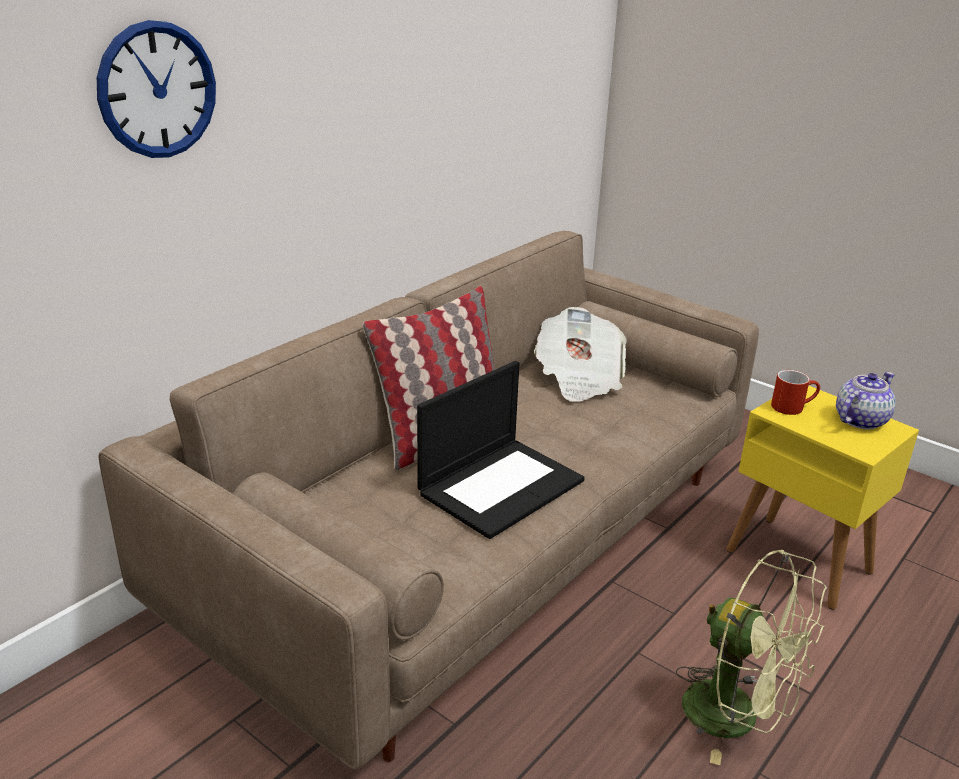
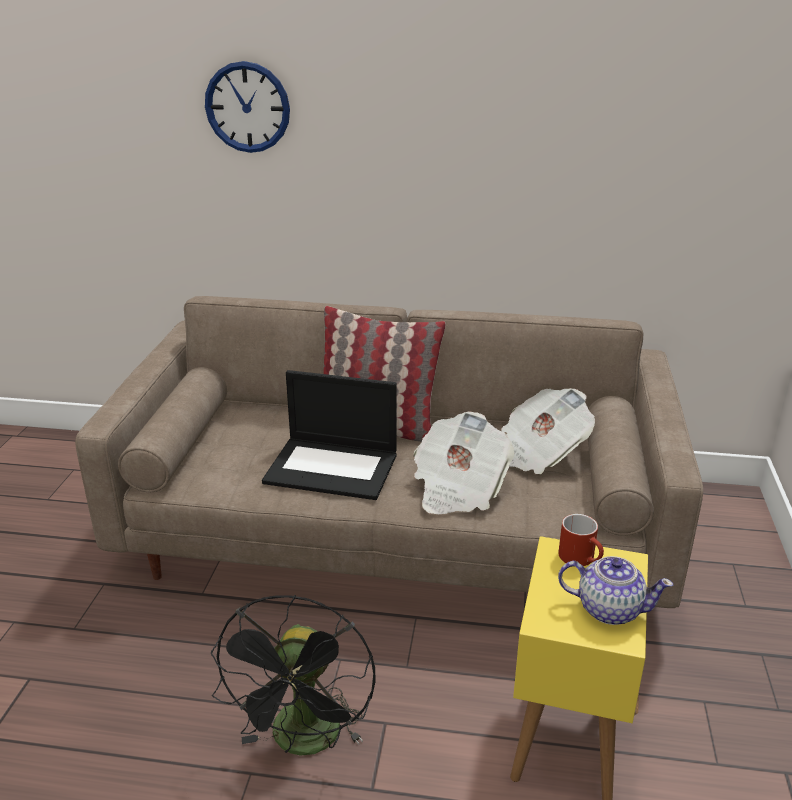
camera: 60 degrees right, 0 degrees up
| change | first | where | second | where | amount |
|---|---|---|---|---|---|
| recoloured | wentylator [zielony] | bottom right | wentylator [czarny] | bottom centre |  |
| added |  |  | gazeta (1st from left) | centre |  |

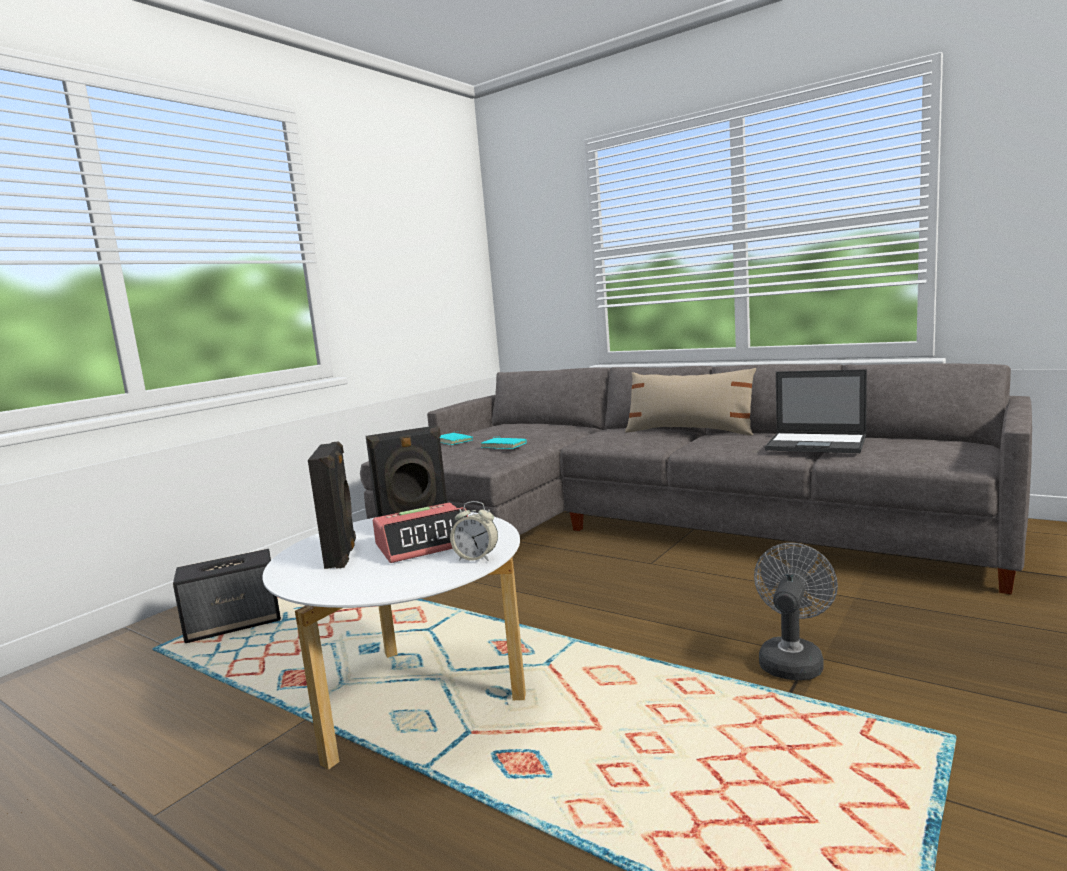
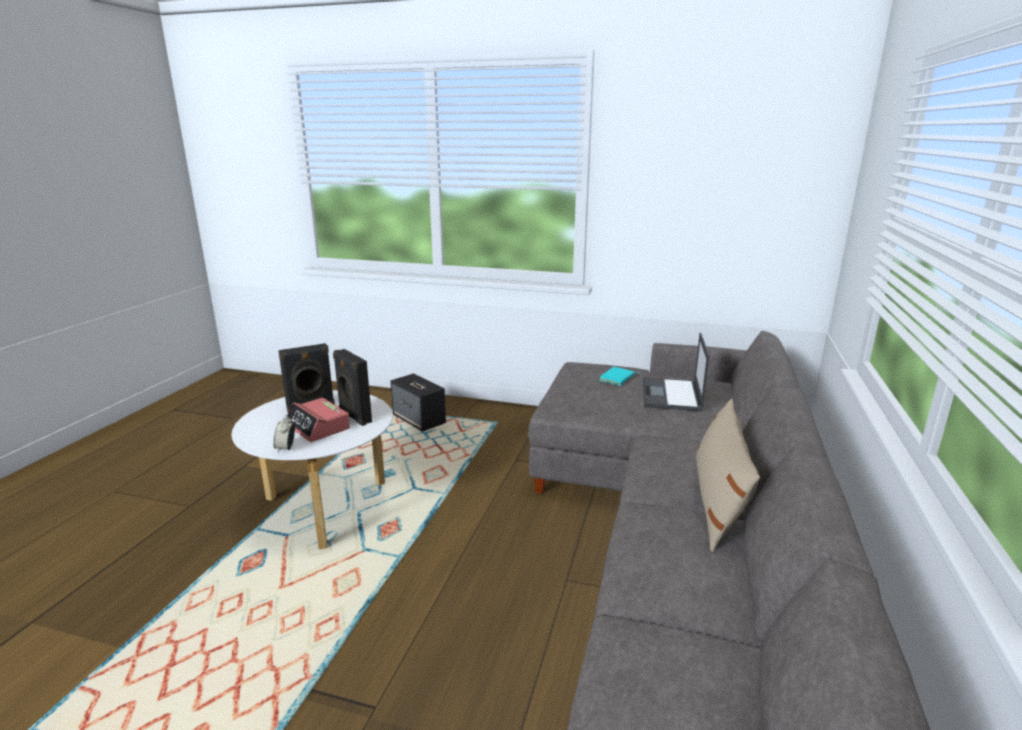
camera: 70 degrees right, 10 degrees up
| change | first | where | second | where | amount |
|---|---|---|---|---|---|
| moved | laptop | middle right |  | centre |  |
| removed | książka [turkusowy] (2nd from left) | centre |  |  |  |
| removed | wentylator [szary] | bottom right |  |  |  |

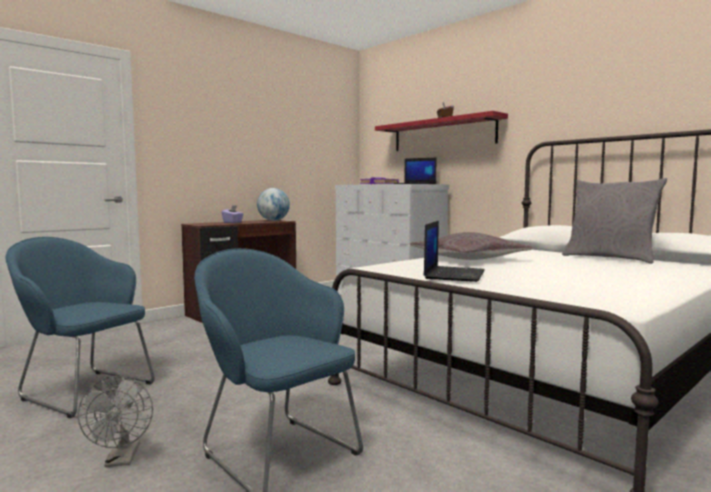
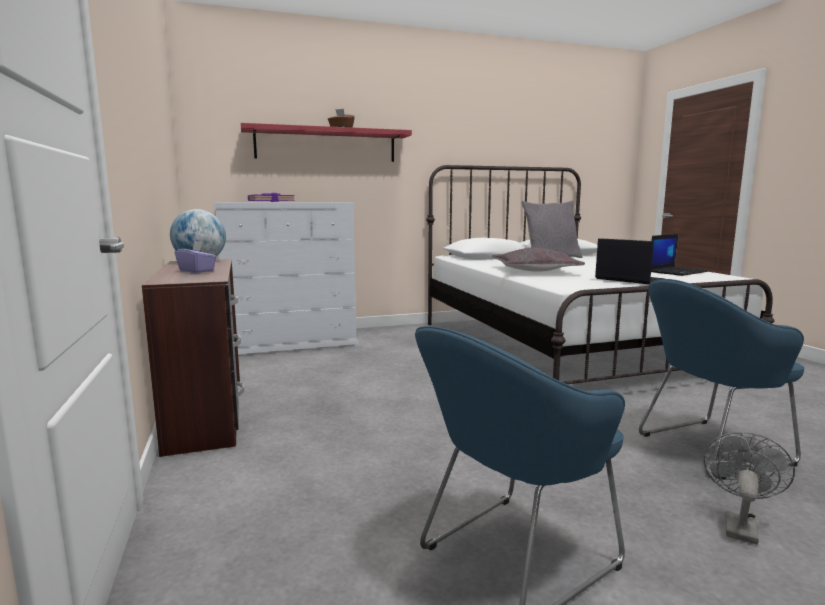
camera: 65 degrees left, 5 degrees up
| change | first | where | second | where | amount |
|---|---|---|---|---|---|
| moved | laptop (1st from left in the first image) | centre | laptop (2nd from left) | middle right |  |
| turned | wentylator [szary] | bottom left |  | bottom right | 75 degrees counterclockwise |

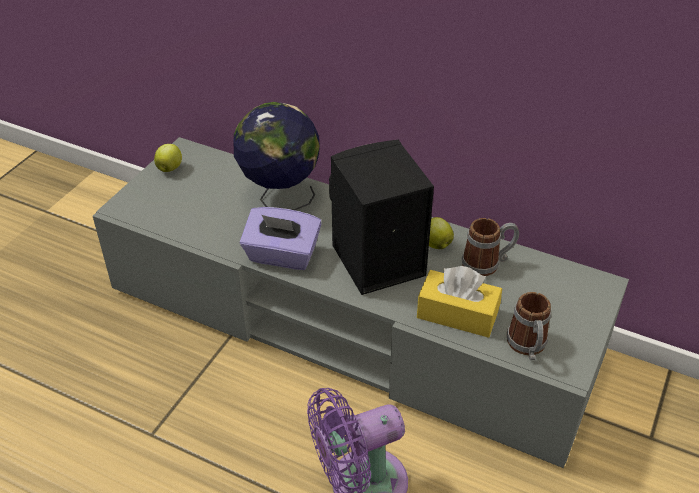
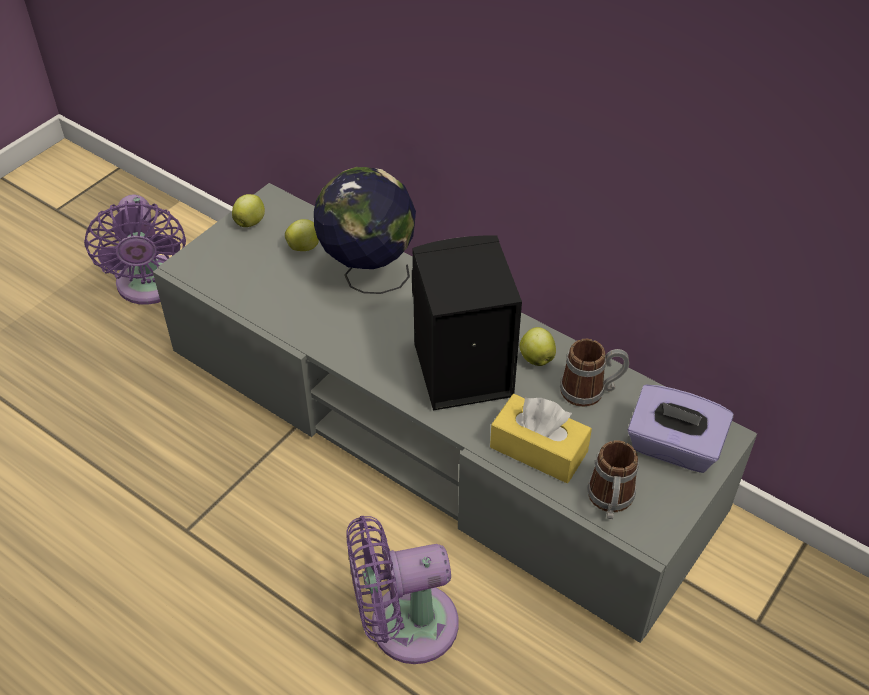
camera: 10 degrees right, 5 degrees up
| change | first | where | second | where | amount |
|---|---|---|---|---|---|
| moved | pudełko chusteczek [fioletowy] | centre |  | middle right |  |
| added |  |  | wentylator [fioletowy] (1st from left) | middle left |  |
| added |  |  | jabłko (2nd from left) | centre |  |

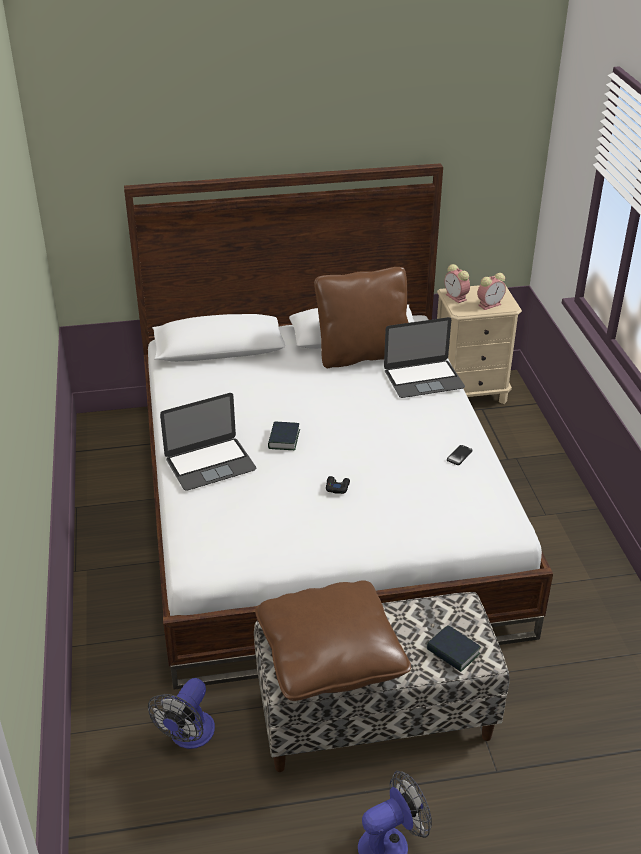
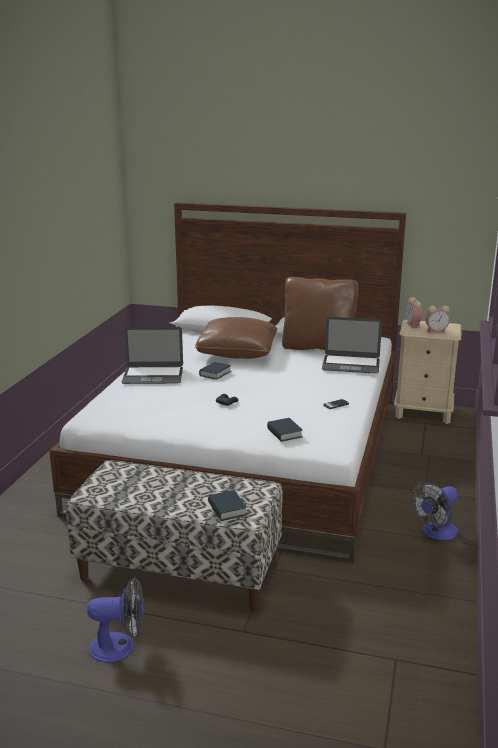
camera: 25 degrees right, 15 degrees down
| change | first | where | second | where | amount |
|---|---|---|---|---|---|
| moved | poduszka [brązowy] (1st from left) | bottom centre |  | centre |  |
| moved | wentylator (1st from left in the first image) | bottom left | wentylator (2nd from left) | bottom right |  |
| added |  |  | książka (3rd from left) | centre |  |

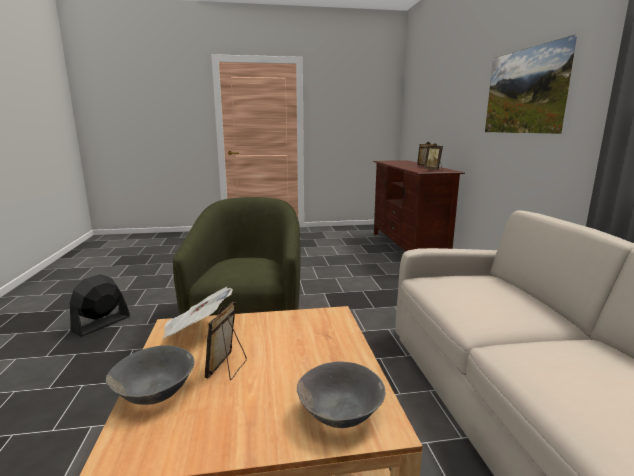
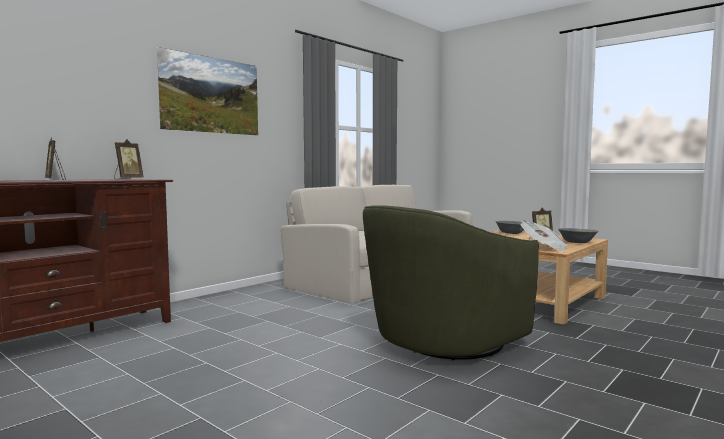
camera: 130 degrees left, 10 degrees down
| change | first | where | second | where | amount |
|---|---|---|---|---|---|
| removed | wentylator [czarny] | middle left |  |  |  |

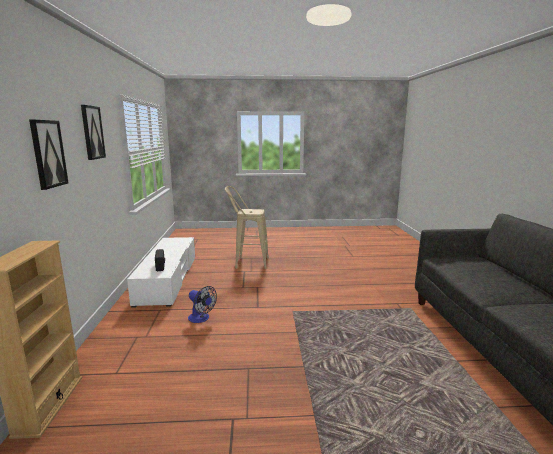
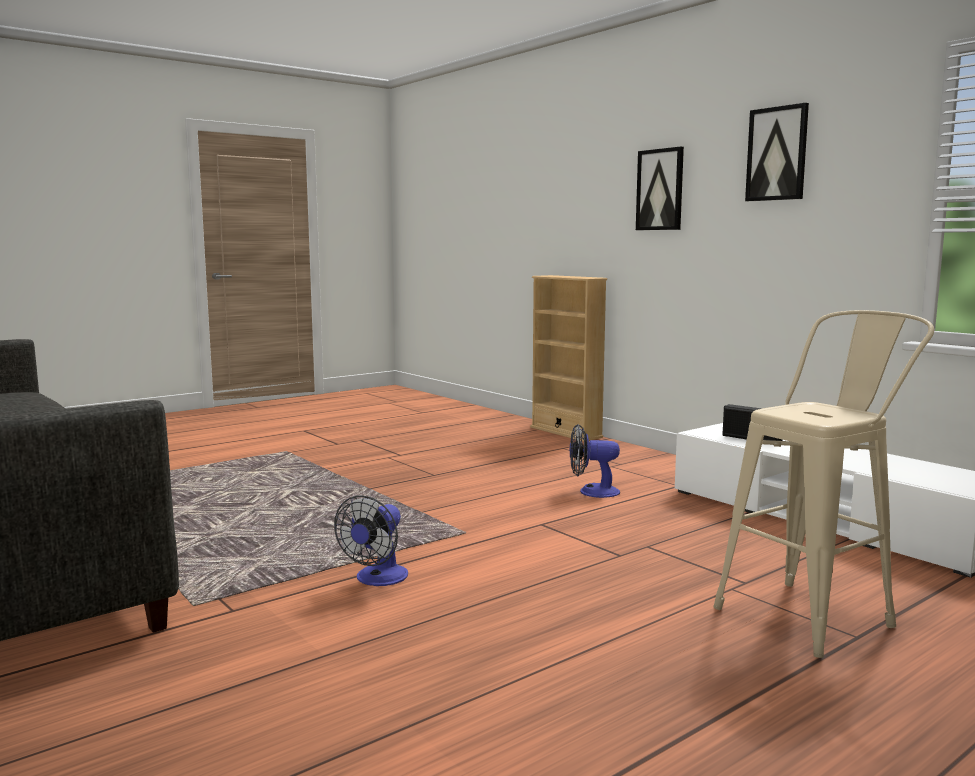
camera: 145 degrees right, 5 degrees down
| change | first | where | second | where | amount |
|---|---|---|---|---|---|
| added |  |  | wentylator (1st from left) | bottom centre |  |

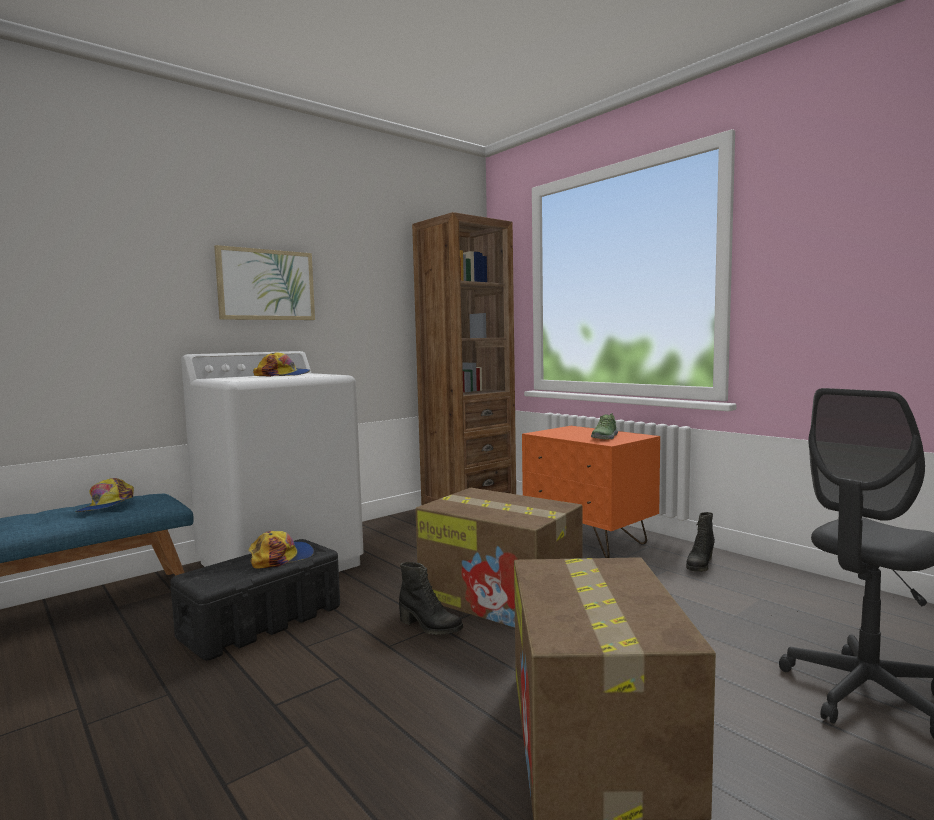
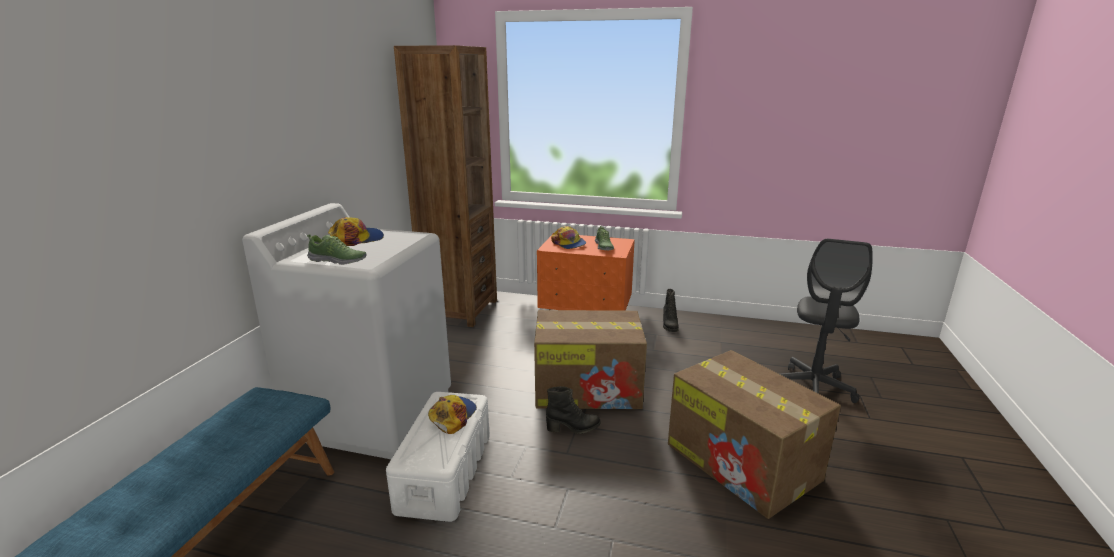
camera: 35 degrees left, 15 degrees up
| change | first | where | second | where | amount |
|---|---|---|---|---|---|
| removed | obraz | middle left |  |  |  |
| moved | czapka z daszkiem (1st from left in the first image) | middle left | czapka z daszkiem (3rd from left) | centre |  |
| recoloured | pojemnik do przechowywania [czarny] | bottom left | pojemnik do przechowywania [biały] | bottom centre |  |
| added |  |  | but (1st from left) | middle left |  |

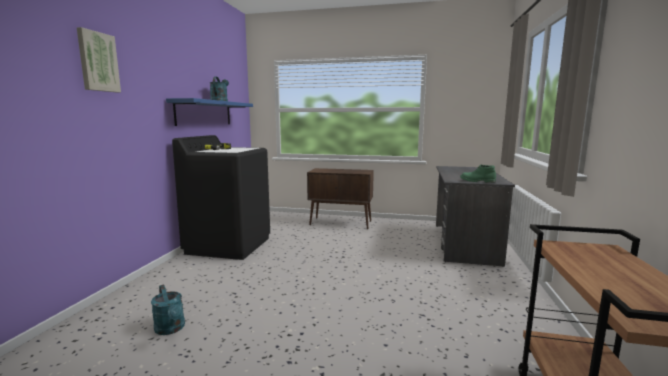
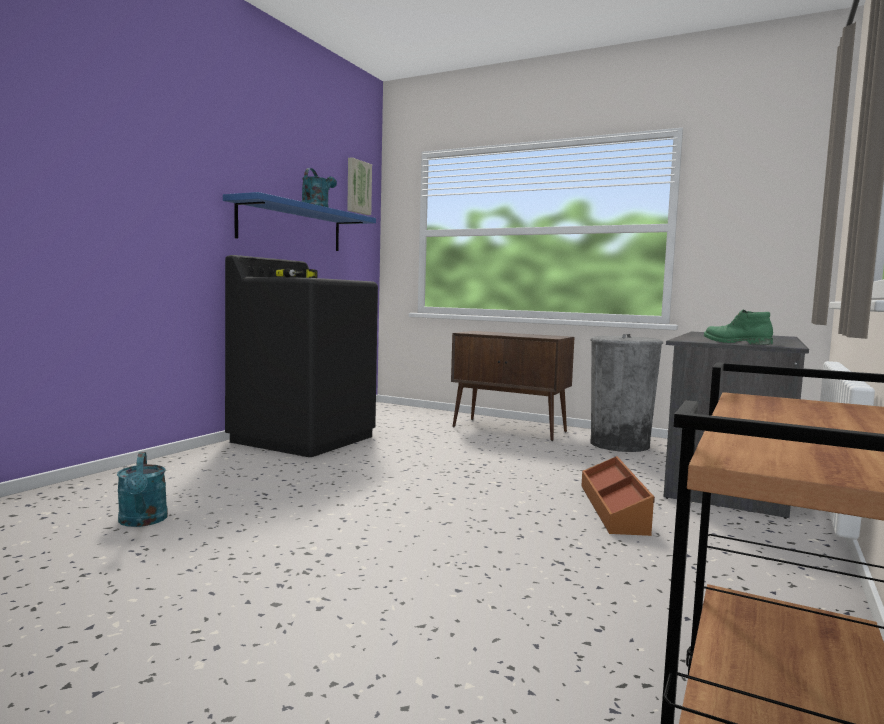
camera: 15 degrees right, 5 degrees down
| change | first | where | second | where | amount |
|---|---|---|---|---|---|
| moved | obraz | top left |  | top centre |  |
| added |  |  | kosz na śmieci [szary] | middle right |  |
| added |  |  | pojemnik do przechowywania [brązowy] | bottom right |  |

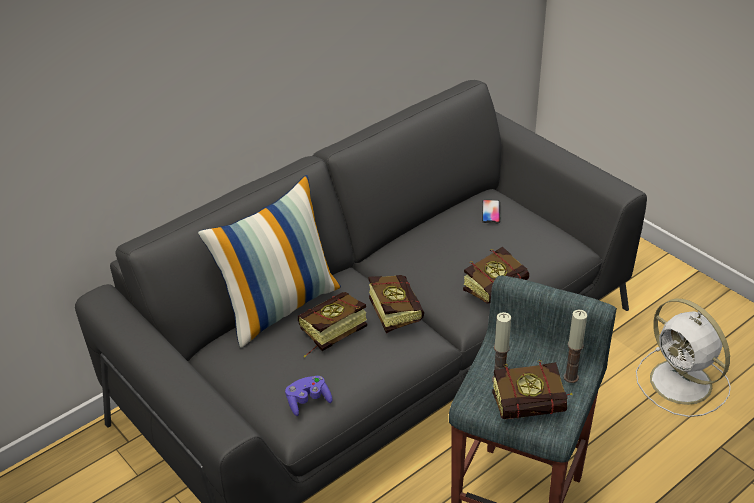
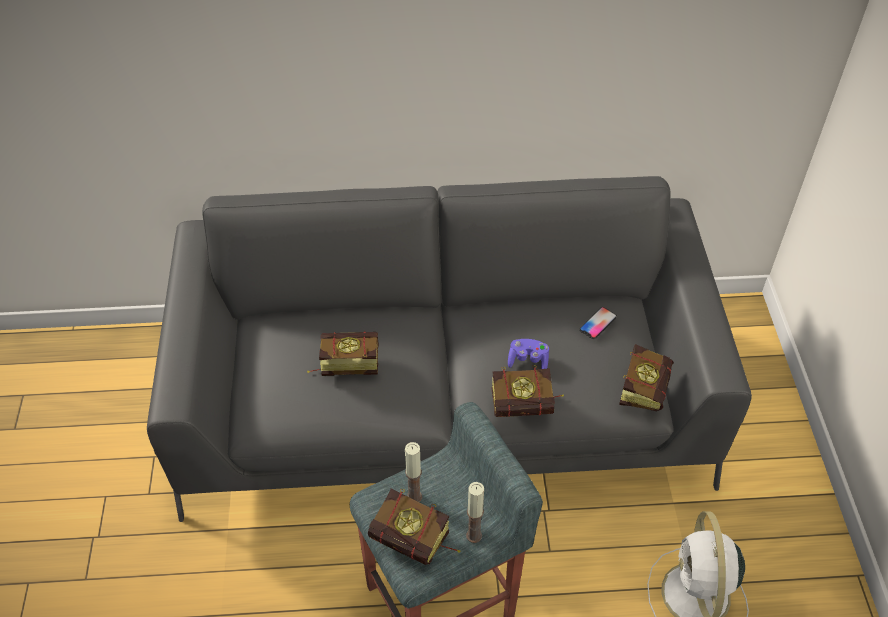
camera: 35 degrees right, 10 degrees up
| change | first | where | second | where | amount |
|---|---|---|---|---|---|
| removed | poduszka | centre |  |  |  |
| moved | książka (2nd from left in the first image) | centre | książka (4th from left) | middle right |  |
| moved | pad do gier [fioletowy] | bottom centre |  | centre |  |

